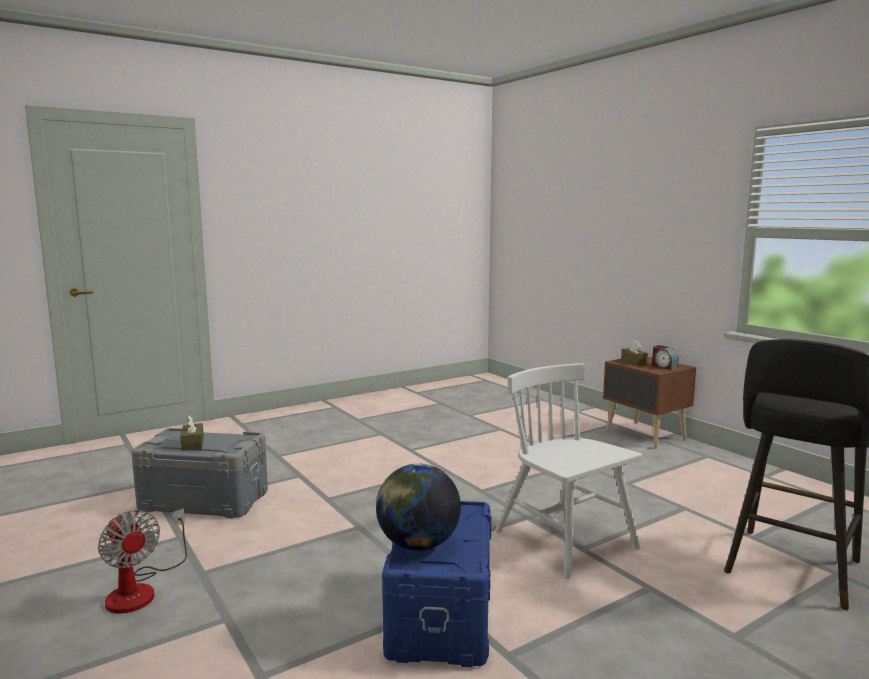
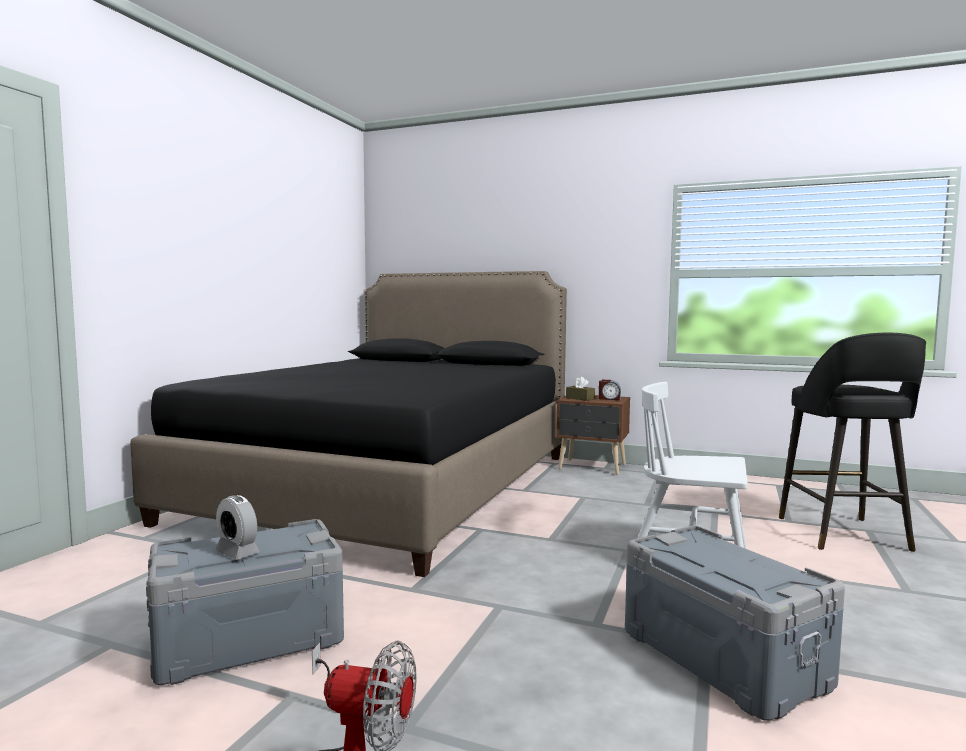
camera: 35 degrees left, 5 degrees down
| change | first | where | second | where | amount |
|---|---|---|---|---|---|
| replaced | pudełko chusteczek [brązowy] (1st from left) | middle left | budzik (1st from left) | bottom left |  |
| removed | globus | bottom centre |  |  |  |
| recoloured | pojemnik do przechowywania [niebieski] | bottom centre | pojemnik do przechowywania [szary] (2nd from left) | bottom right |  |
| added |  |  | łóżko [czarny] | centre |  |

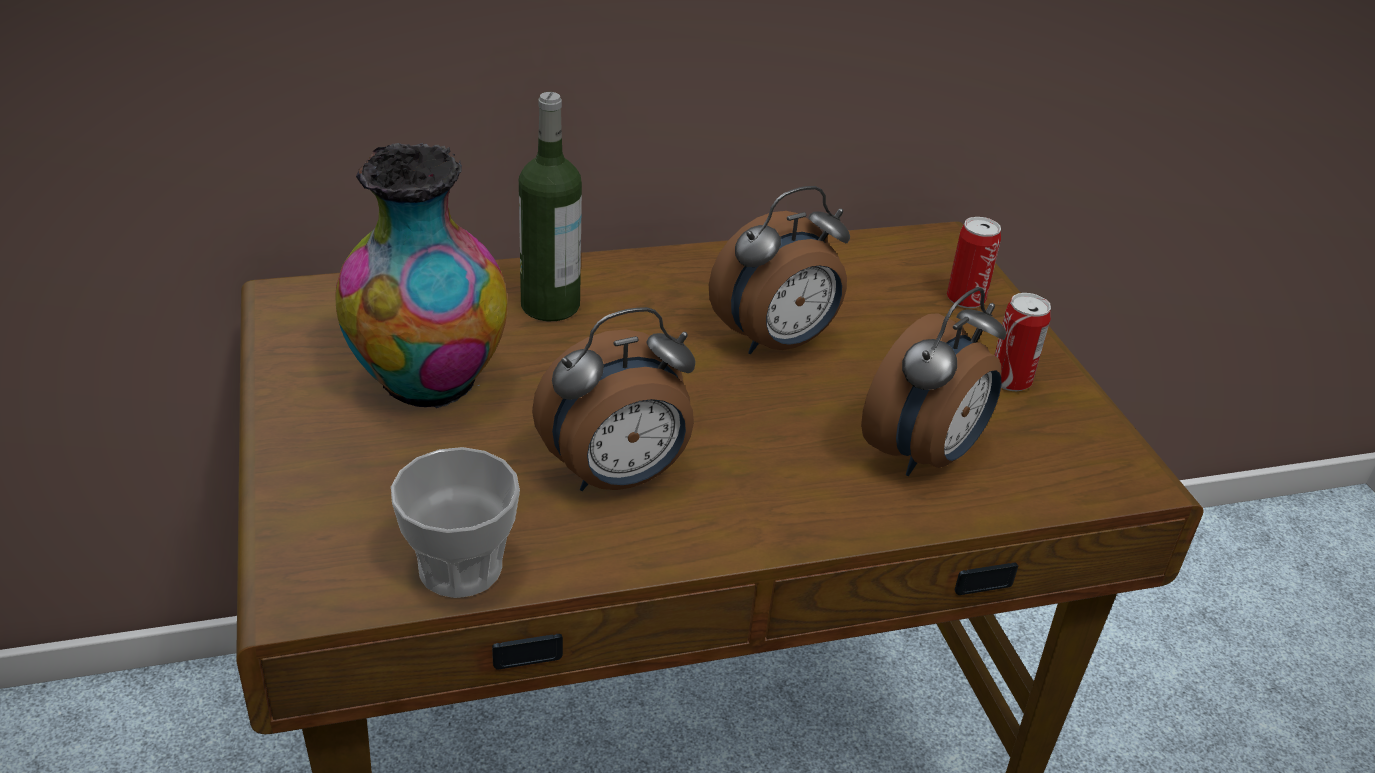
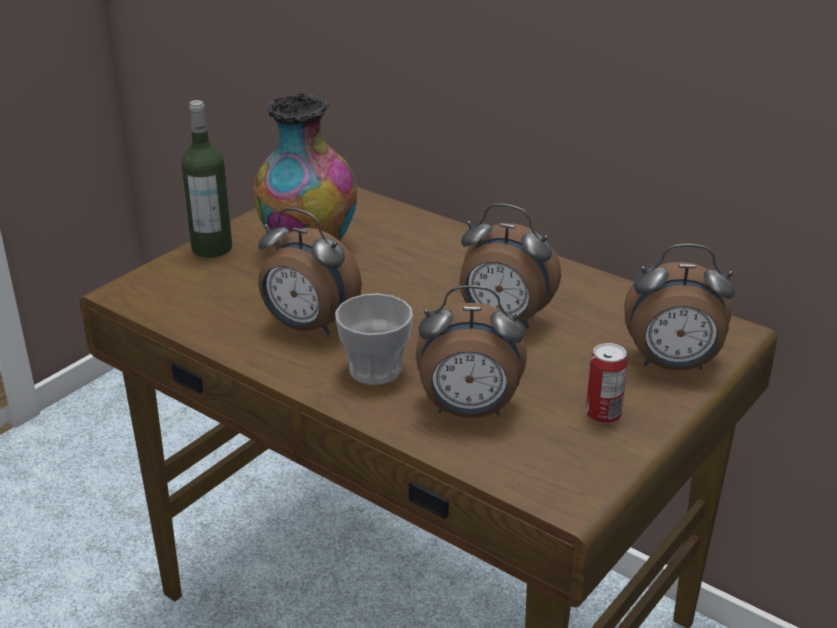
camera: 55 degrees right, 5 degrees down
| change | first | where | second | where | amount |
|---|---|---|---|---|---|
| moved | butelka | top centre |  | top left |  |
| replaced | puszka (1st from left) | middle right | budzik (4th from left) | middle right |  |
| moved | filiżanka | bottom left |  | centre |  |

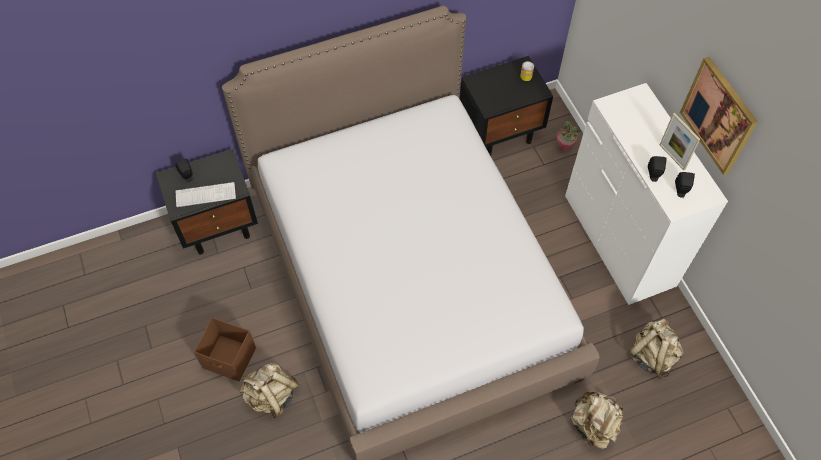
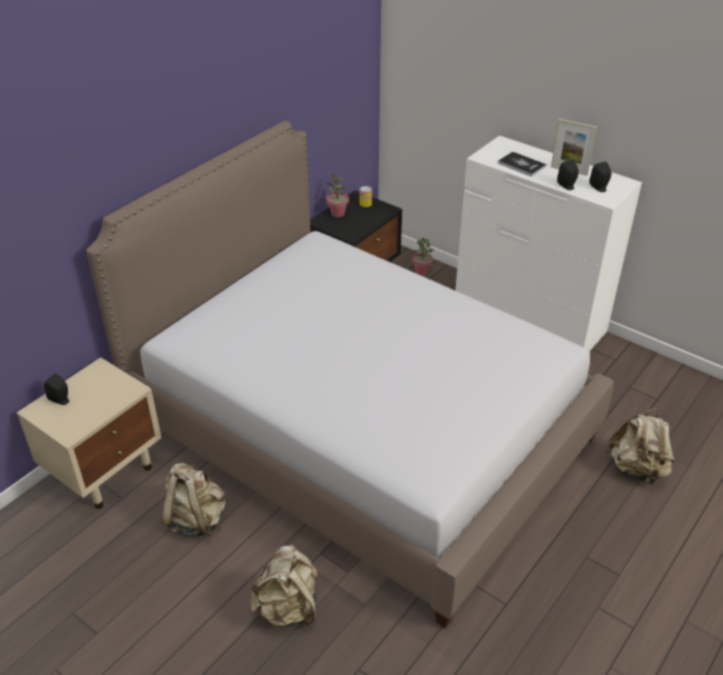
camera: 30 degrees left, 20 degrees down
| change | first | where | second | where | amount |
|---|---|---|---|---|---|
| removed | obraz | top right |  |  |  |
| recoloured | szafka nocna [czarny] (1st from left) | middle left | szafka nocna [beżowy] | middle left |  |
| removed | klawiatura | middle left |  |  |  |
| removed | pojemnik do przechowywania [brązowy] | bottom left |  |  |  |
| moved | plecak [beżowy] (3rd from left in the first image) | bottom right | plecak [beżowy] (1st from left) | bottom left |  |
| added |  |  | książka | top right |  |
| added |  |  | roślina doniczkowa (1st from left) | top centre |  |

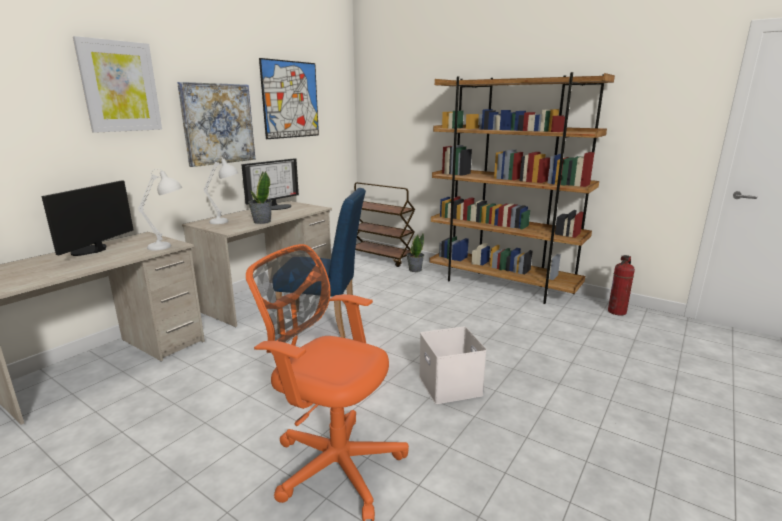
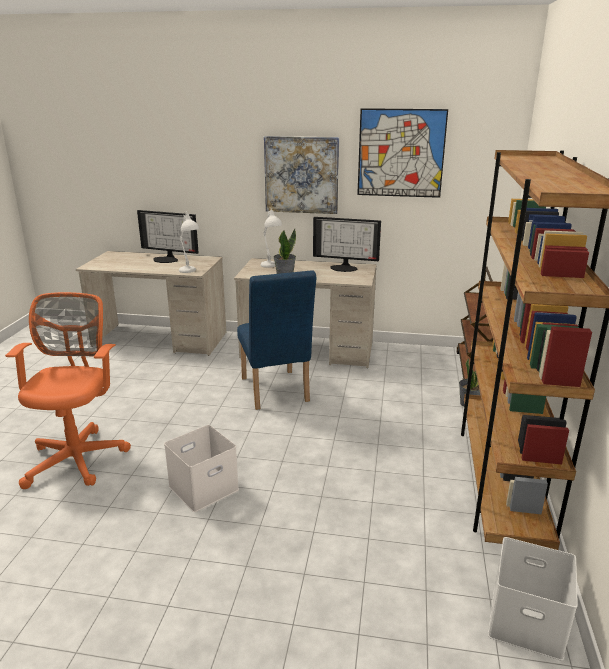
camera: 65 degrees right, 5 degrees up
| change | first | where | second | where | amount |
|---|---|---|---|---|---|
| removed | obraz (1st from left) | top left |  |  |  |
| turned | monitor (1st from left) | middle left |  | middle left | 150 degrees counterclockwise |
| replaced | gaśnica | middle right | pojemnik do przechowywania [biały] (2nd from left) | bottom right |  |

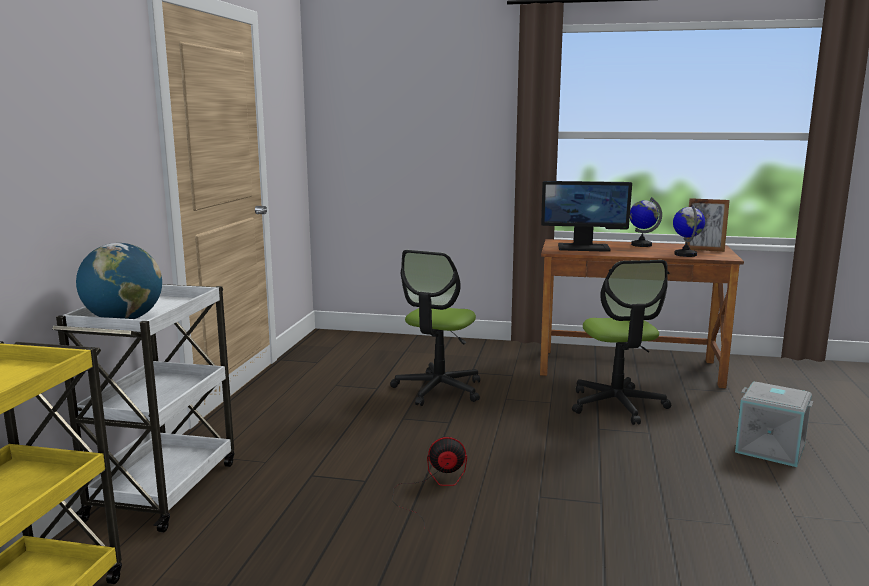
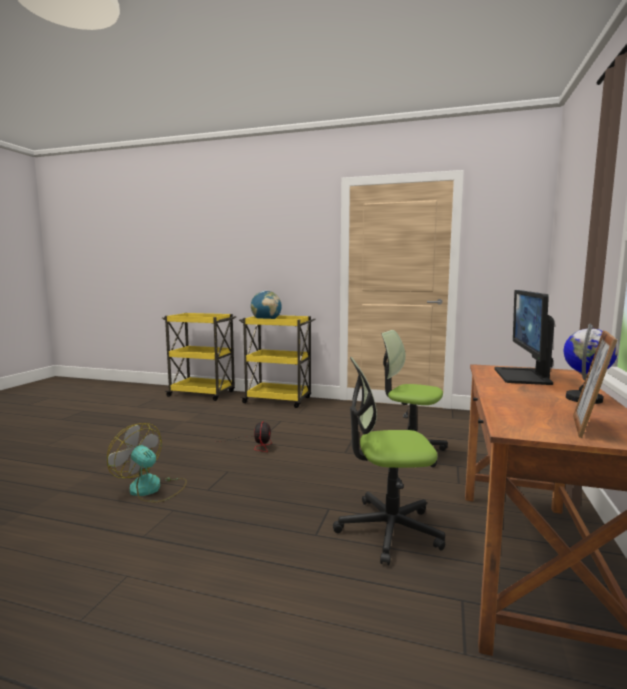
camera: 95 degrees right, 5 degrees down
| change | first | where | second | where | amount |
|---|---|---|---|---|---|
| removed | globus (3rd from left) | middle right |  |  |  |
| recoloured | wózek [biały] | bottom left | wózek [żółty] (2nd from left) | centre |  |
| removed | pojemnik do przechowywania [szary] | bottom right |  |  |  |
| added |  |  | wentylator (1st from left) | bottom left |  |

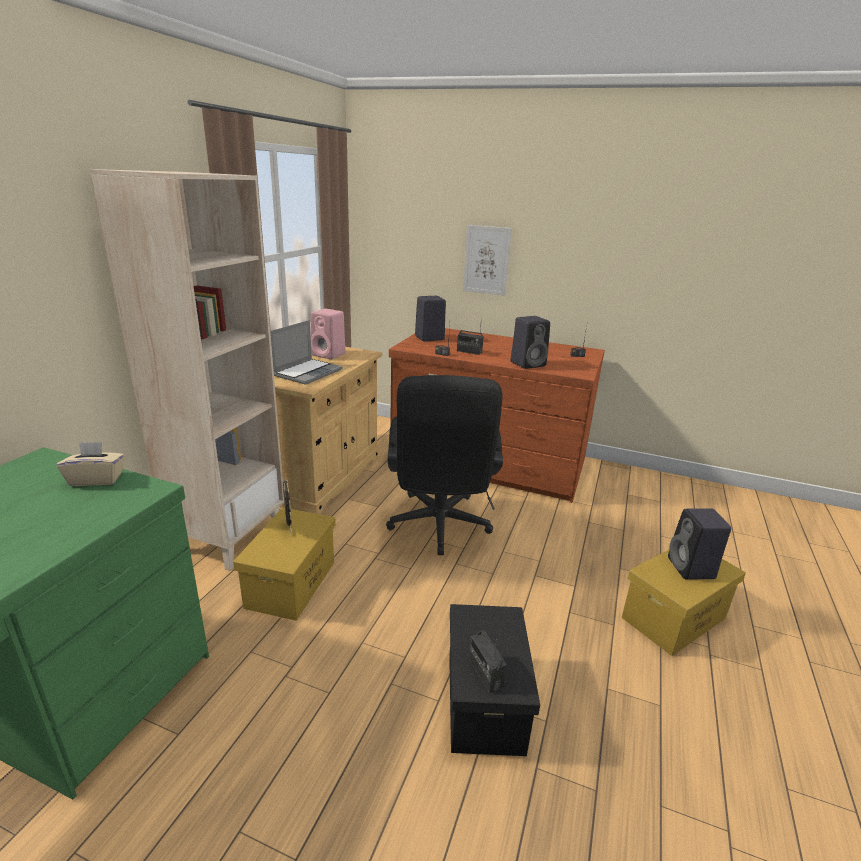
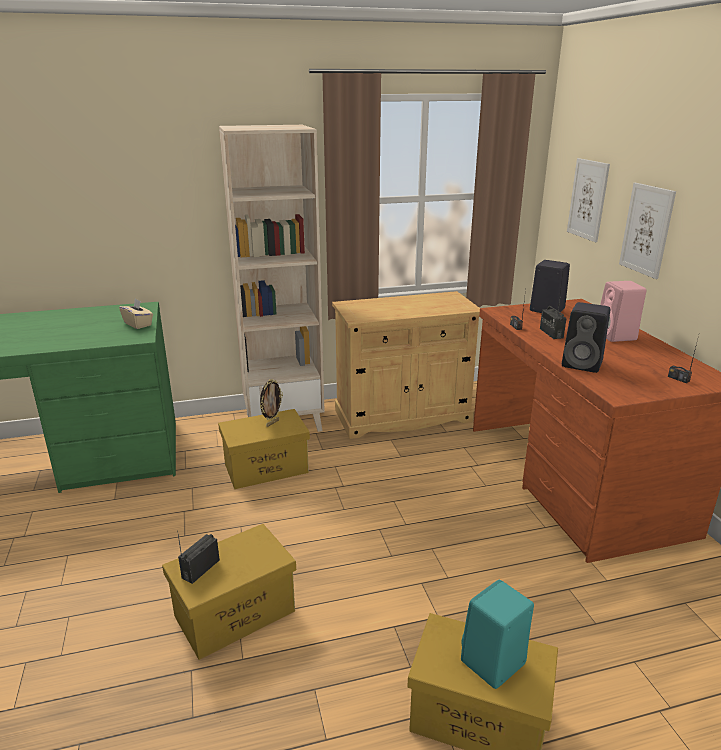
camera: 55 degrees right, 0 degrees up
| change | first | where | second | where | amount |
|---|---|---|---|---|---|
| moved | głośnik [różowy] | centre |  | middle right |  |
| removed | laptop | centre |  |  |  |
| removed | krzesło biurowe [czarny] | centre |  |  |  |
| recoloured | głośnik [czarny] (3rd from left) | middle right | głośnik [turkusowy] | bottom right |  |
| recoloured | pojemnik do przechowywania [czarny] | bottom centre | pojemnik do przechowywania [żółty] (1st from left) | bottom left |  |
| added |  |  | obraz (1st from left) | top right |  |

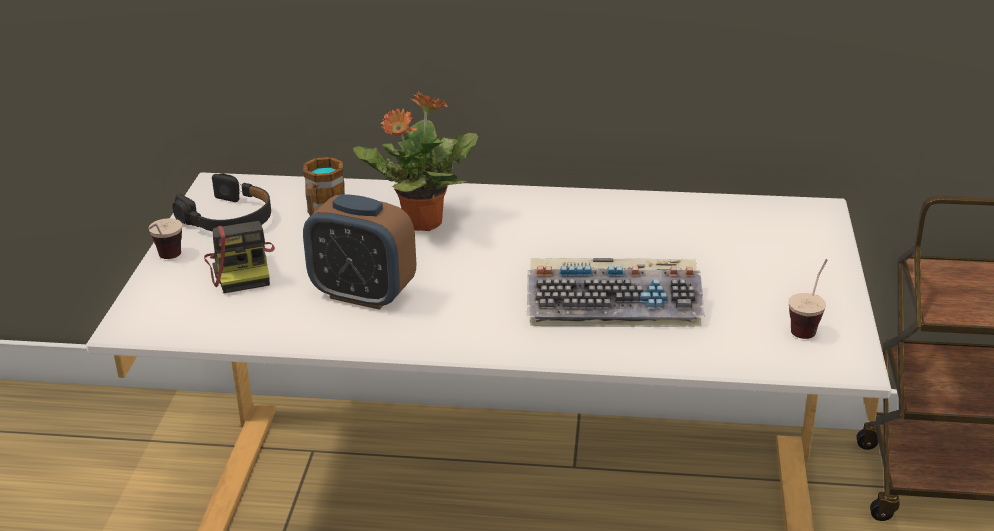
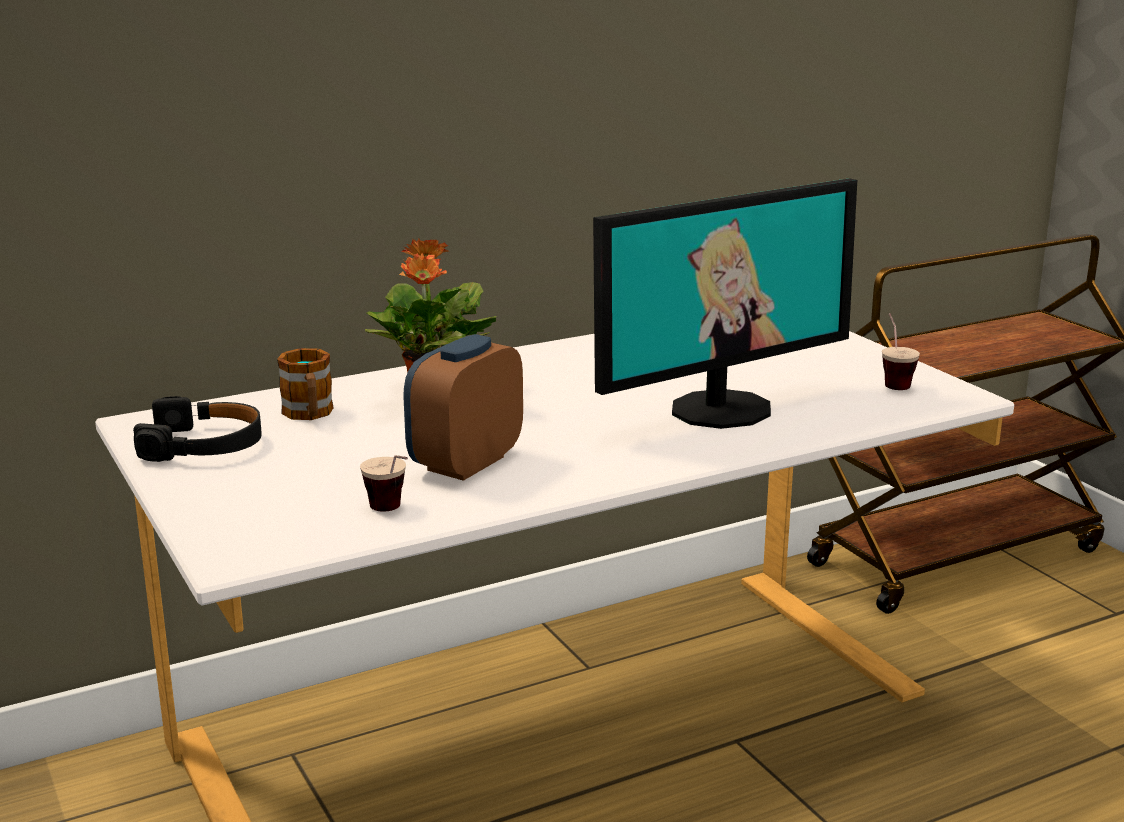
camera: 35 degrees left, 10 degrees down
| change | first | where | second | where | amount |
|---|---|---|---|---|---|
| turned | budzik | centre |  | centre | 135 degrees clockwise |
| moved | filiżanka (1st from left) | middle left |  | centre |  |
| removed | aparat fotograficzny | middle left |  |  |  |
| replaced | klawiatura | centre | monitor | centre |  |

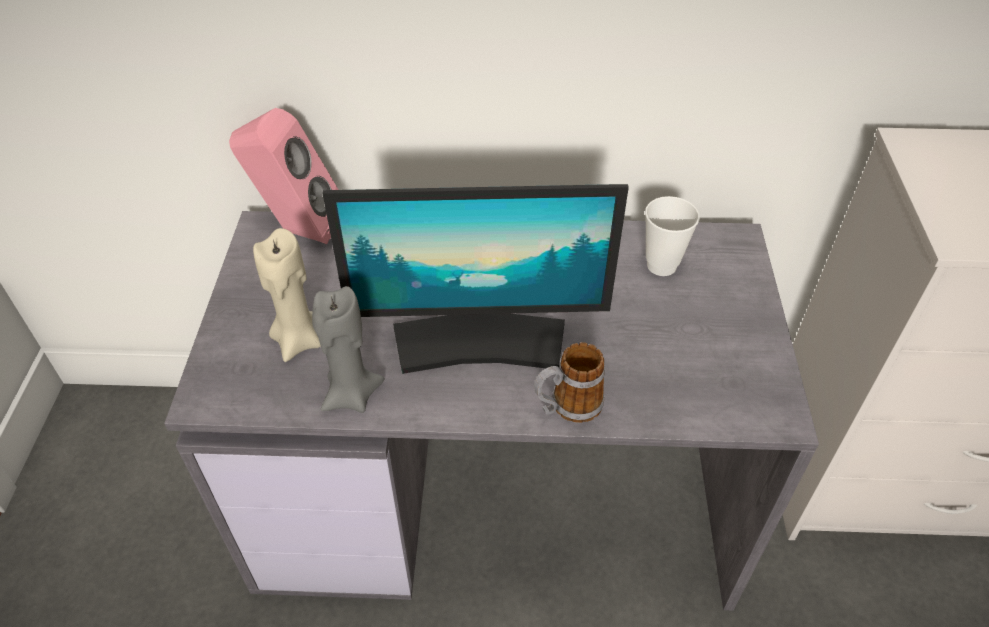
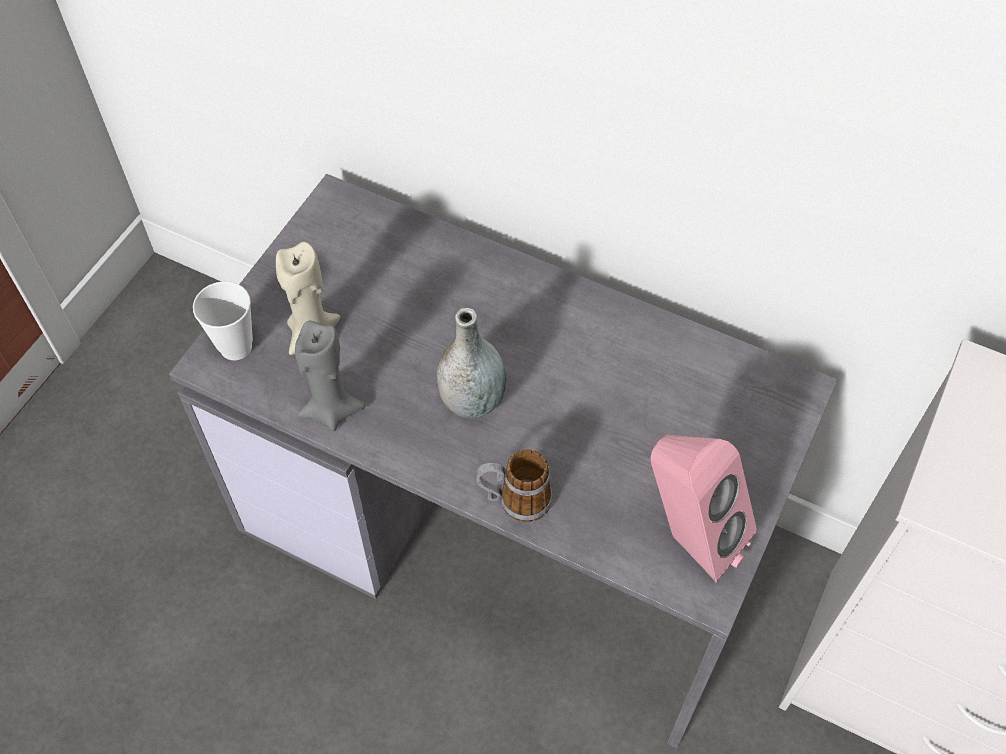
camera: 25 degrees right, 10 degrees up
| change | first | where | second | where | amount |
|---|---|---|---|---|---|
| moved | głośnik [różowy] | top left |  | bottom right |  |
| replaced | monitor | centre | wazon [szary] | centre |  |
| moved | filiżanka | middle right |  | middle left |  |

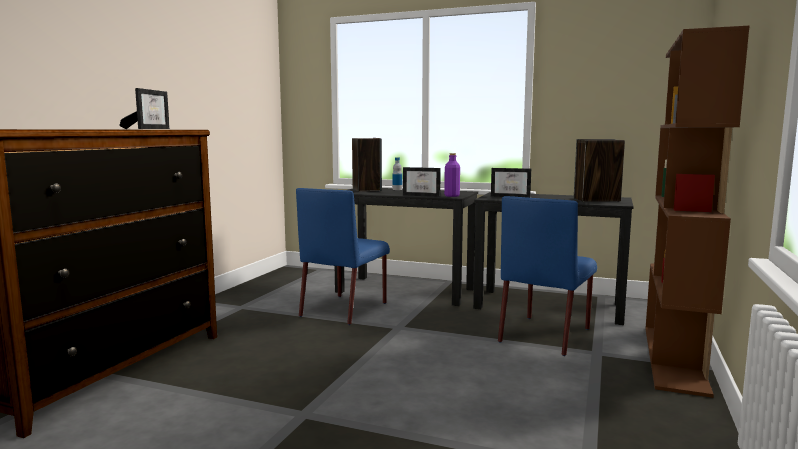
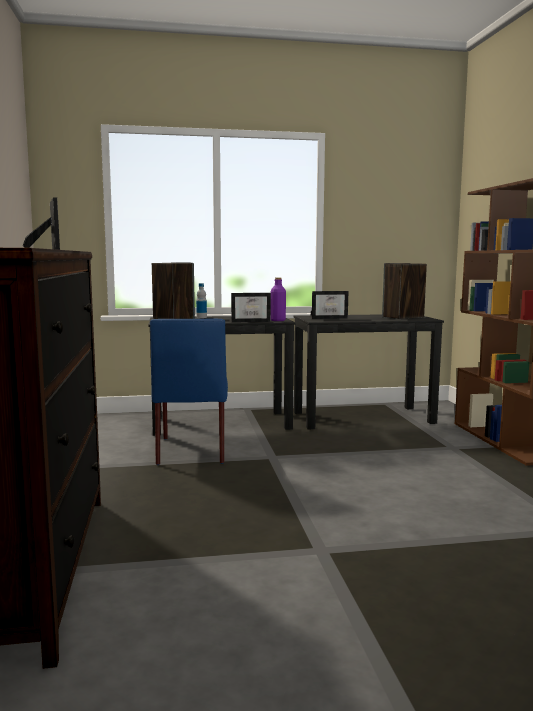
camera: 30 degrees left, 0 degrees up
| change | first | where | second | where | amount |
|---|---|---|---|---|---|
| removed | krzesło [niebieski] (2nd from left) | middle right |  |  |  |

